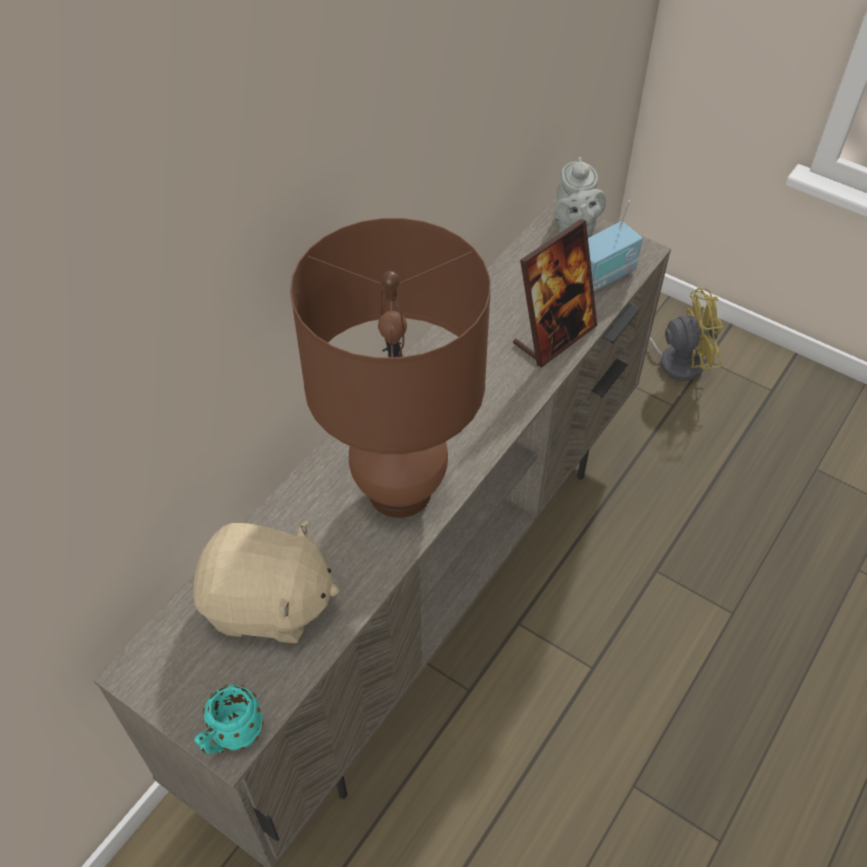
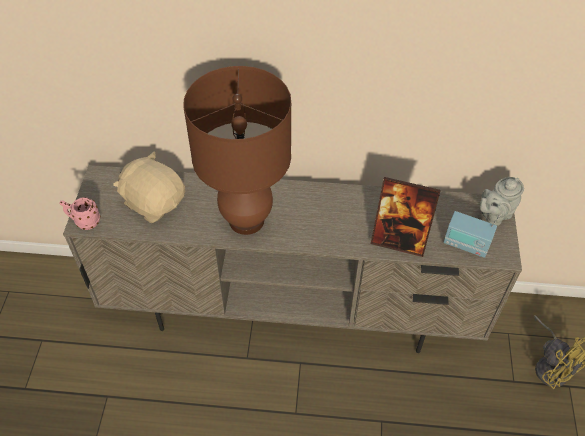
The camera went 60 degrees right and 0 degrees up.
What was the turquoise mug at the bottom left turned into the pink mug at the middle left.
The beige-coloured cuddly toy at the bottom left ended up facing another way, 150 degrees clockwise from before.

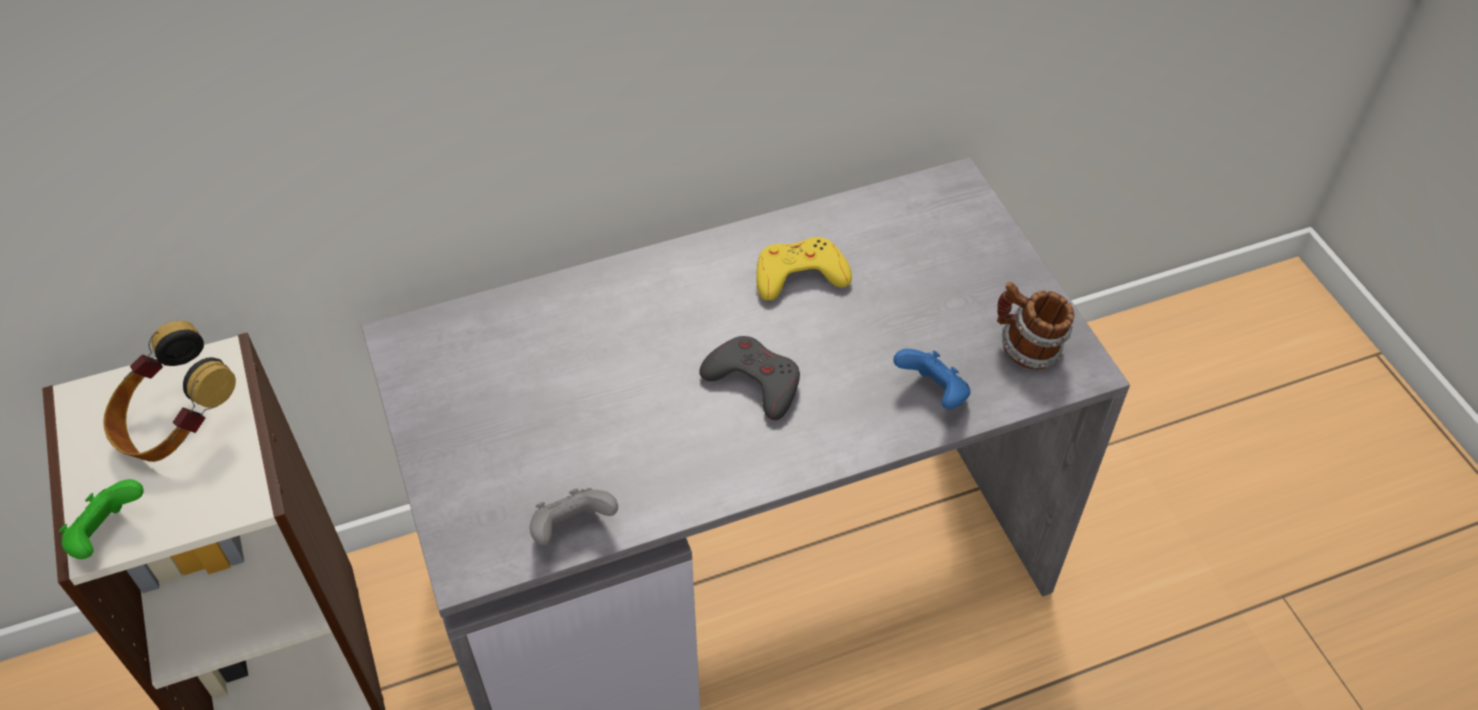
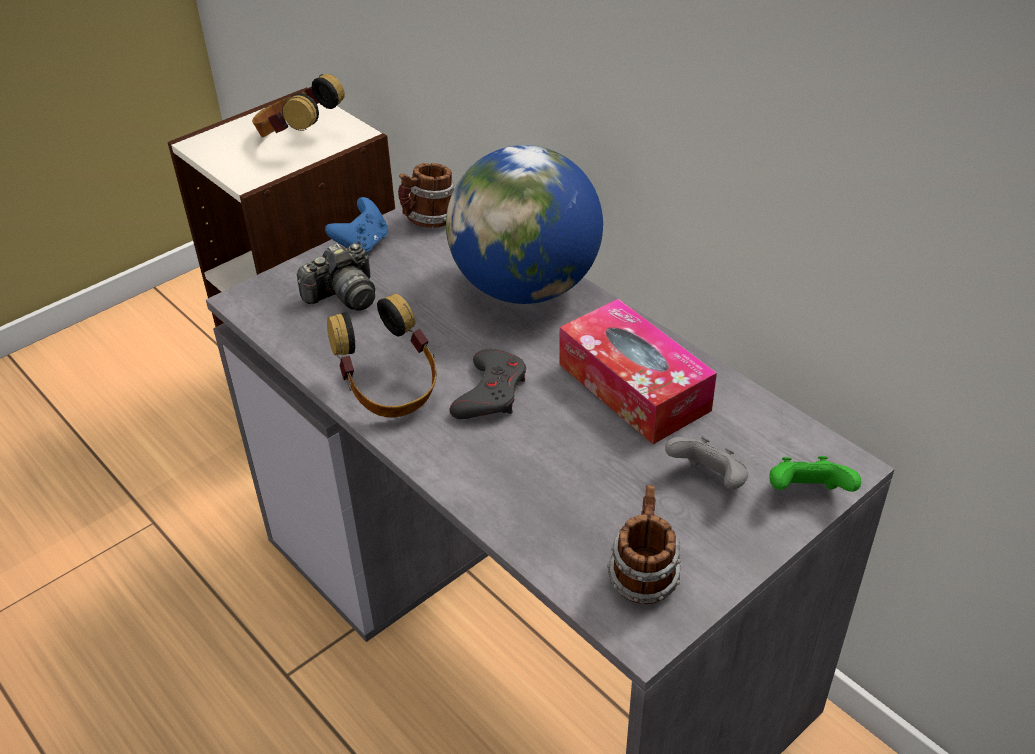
The camera went 70 degrees right and 10 degrees down.
The second view gained the still camera at the middle left.
The blue joypad ended up elsewhere, having gone from the centre to the top centre.
The second view gained the pair of headphones (2nd from left) at the centre.
The second view gained the mug (1st from left) at the top centre.
The second view gained the globe at the top centre.
Where the yellow-coloured joypad stood at the centre, the tissue holder came to stand at the centre.
The gray joypad (1st from left in the first image) ended up elsewhere, having gone from the bottom centre to the middle right.
The greenish joypad ended up elsewhere, having gone from the bottom left to the middle right.

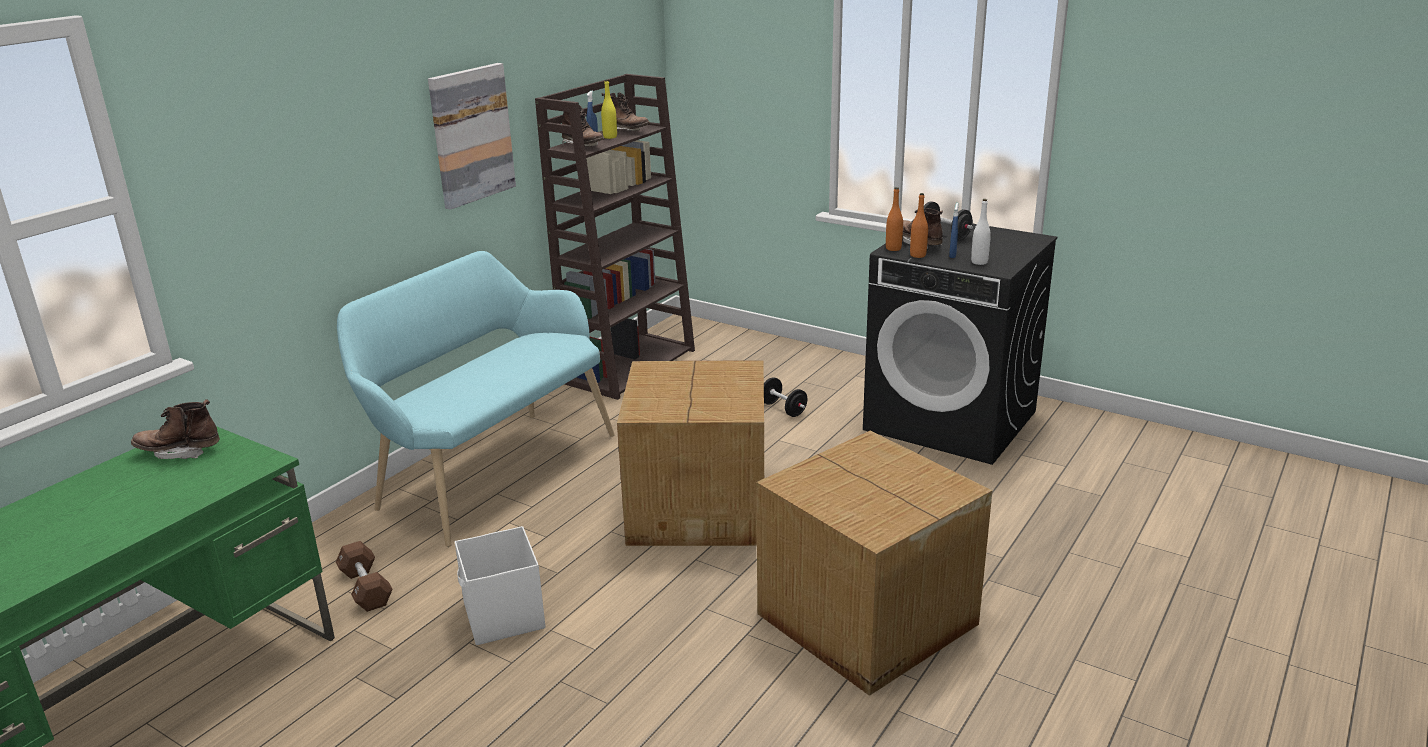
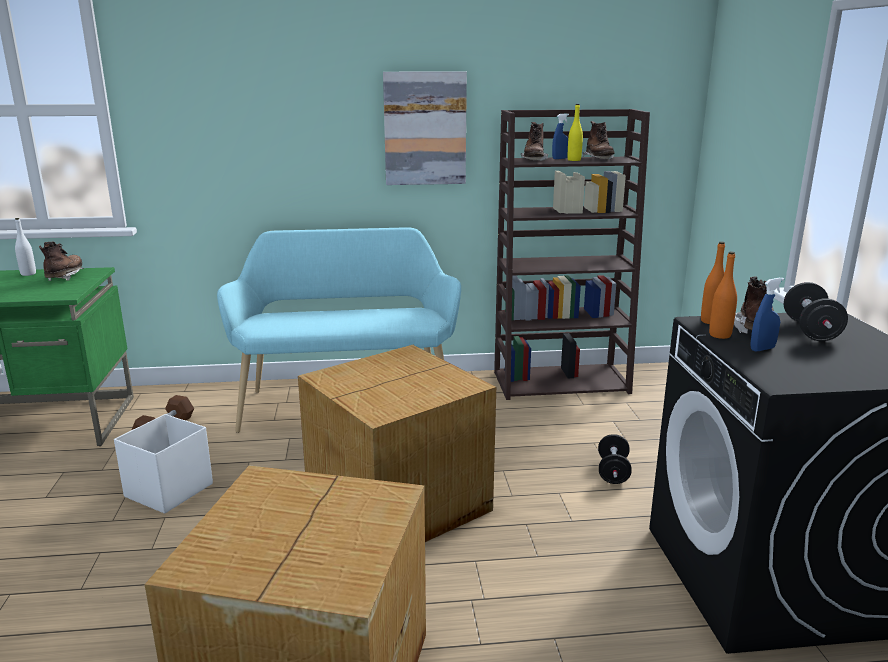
The camera went 50 degrees right and 5 degrees down.
The white-coloured drink bottle ended up elsewhere, having gone from the top right to the middle left.
The brown boot (1st from left) at the middle left ended up facing another way, 45 degrees clockwise from before.

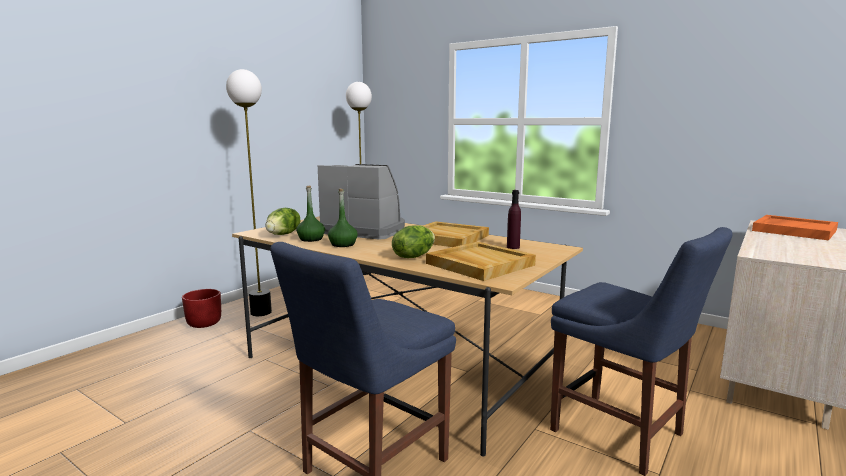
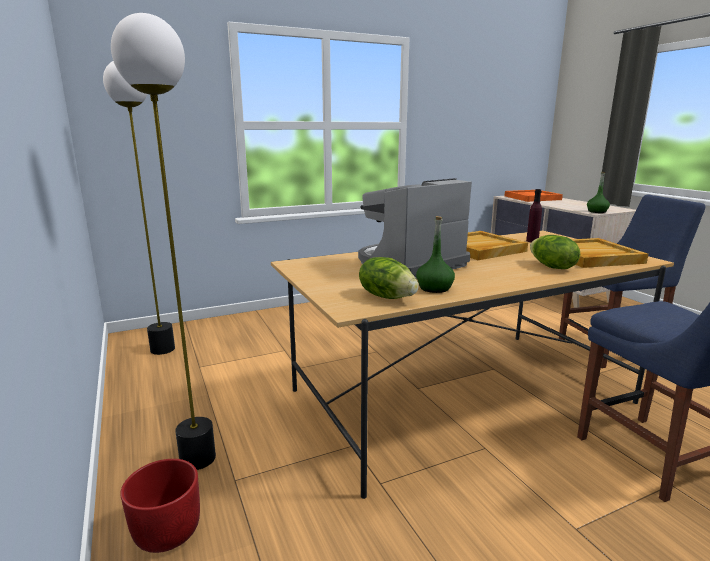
The camera went 60 degrees left and 5 degrees up.
The greenish drink bottle (2nd from left) ended up elsewhere, having gone from the centre to the middle right.

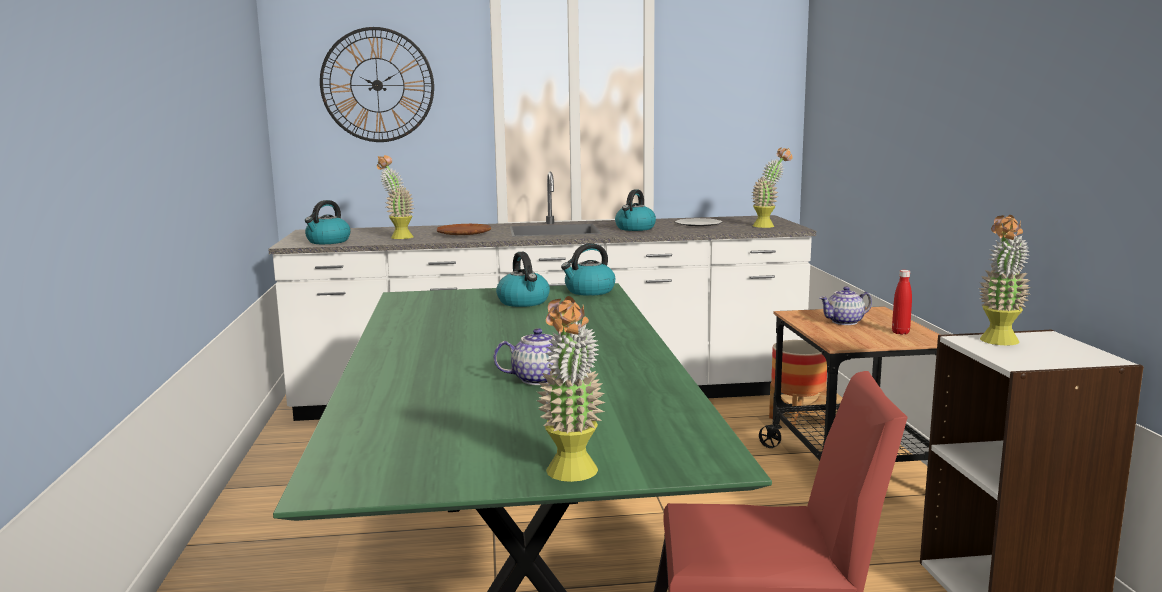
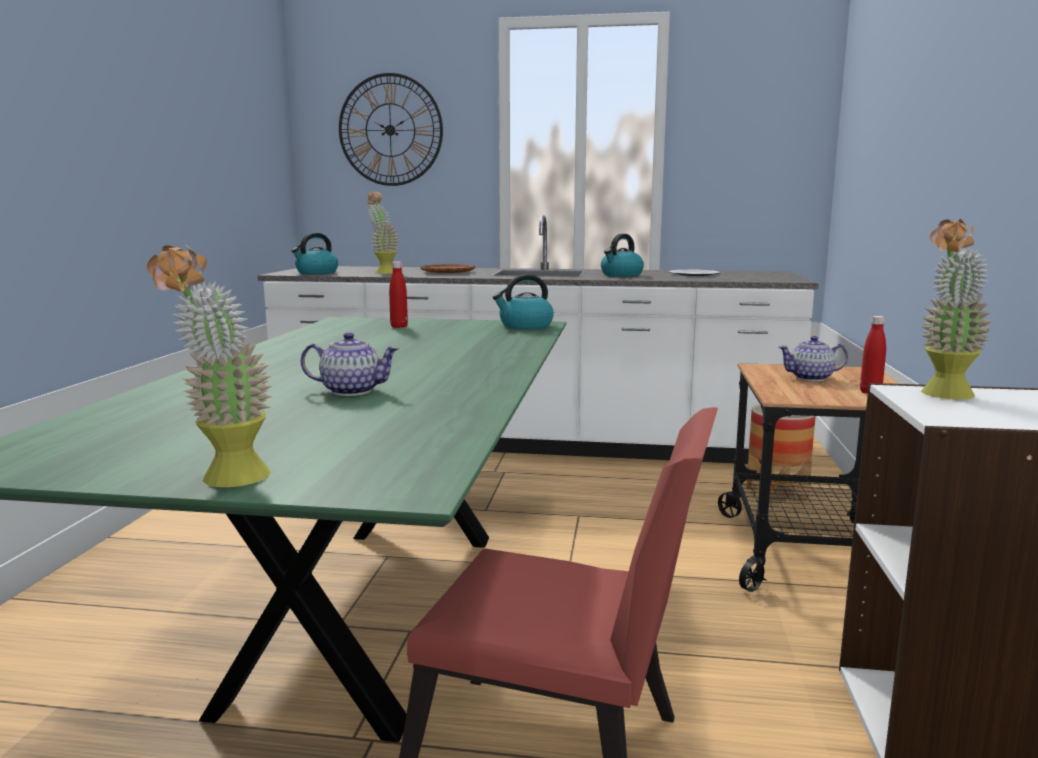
The camera went 15 degrees right and 0 degrees up.
The second view gained the red drink bottle (1st from left) at the centre.
The second view lost the tea kettle (2nd from left) at the centre.
The second view lost the potted plant (3rd from left) at the top centre.

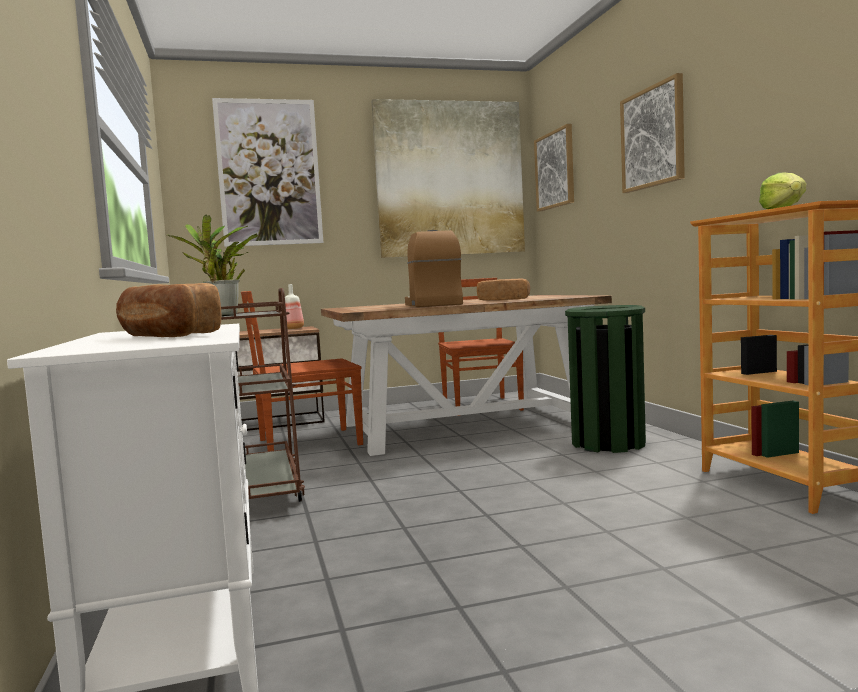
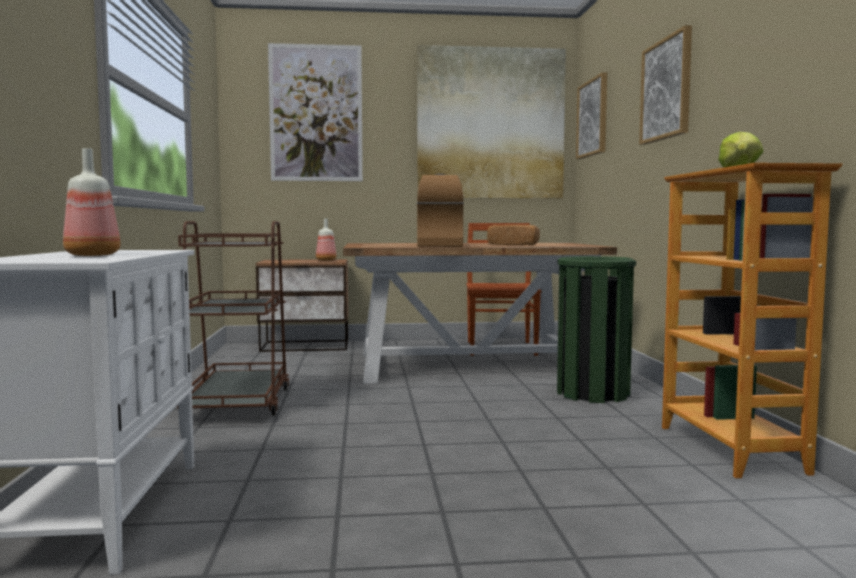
The camera went 10 degrees right and 0 degrees up.
Where the bakery bread (1st from left) stood at the middle left, the drink bottle (1st from left) came to stand at the middle left.
The second view lost the potted plant at the middle left.
The second view lost the brown chair (1st from left) at the centre.

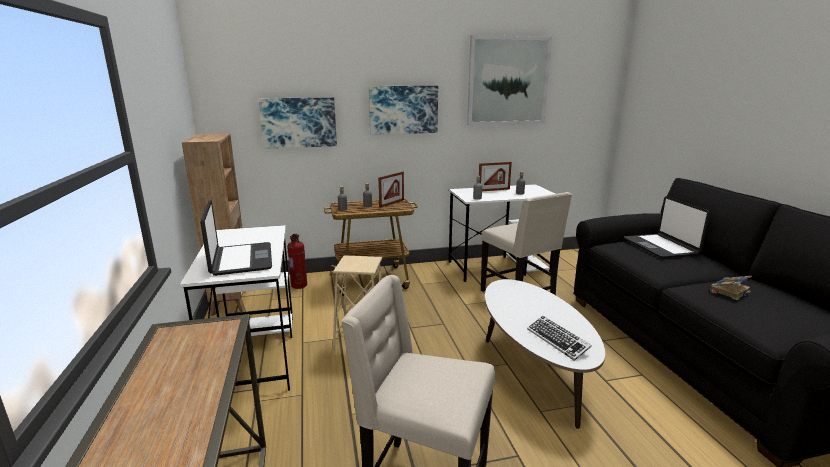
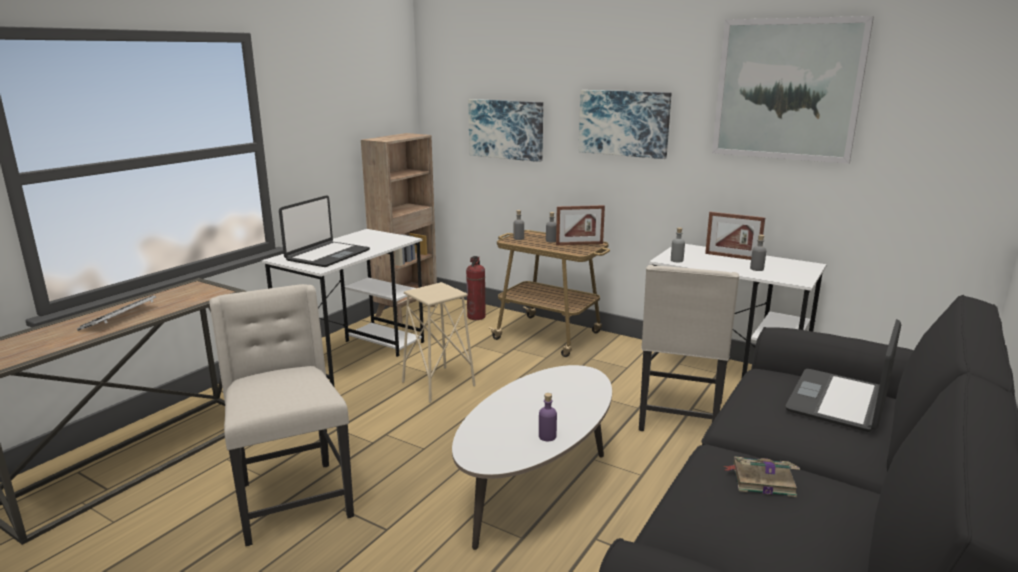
The camera went 45 degrees right and 0 degrees up.
The computer keyboard ended up elsewhere, having gone from the bottom right to the middle left.
The second view gained the purple drink bottle at the bottom centre.

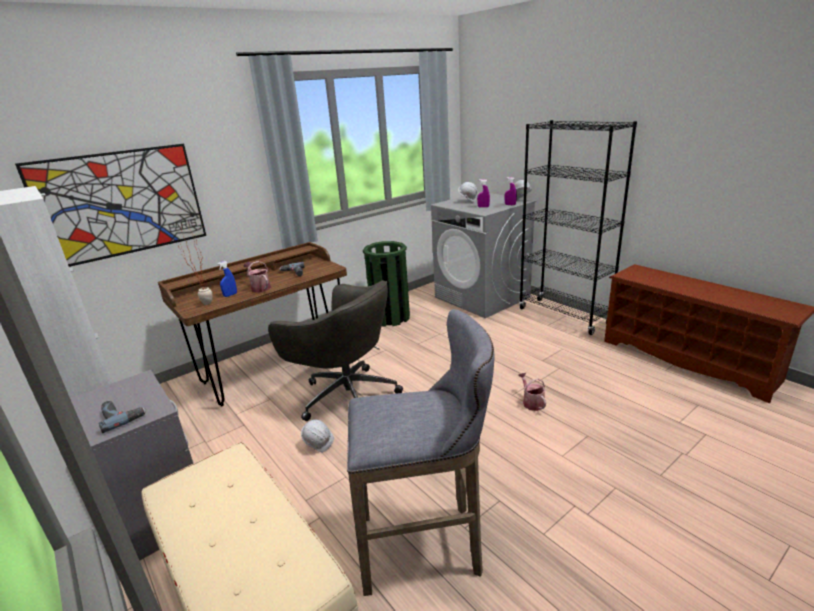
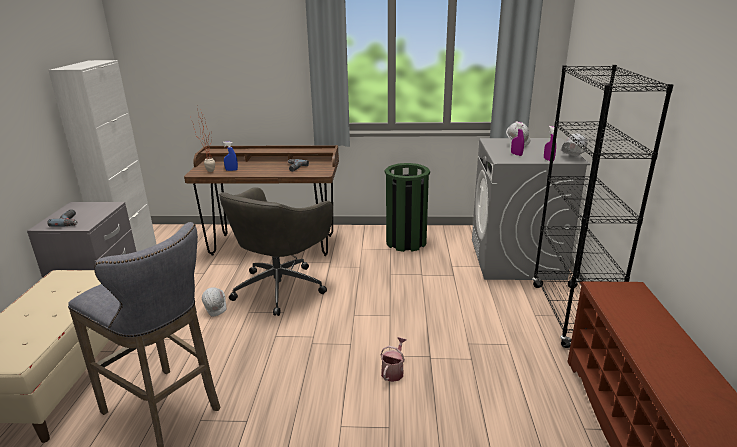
The camera went 40 degrees right and 0 degrees up.
The gray office chair at the centre ended up facing another way, 45 degrees clockwise from before.
The second view lost the picture at the middle left.
The second view lost the sprinkling can (1st from left) at the middle left.

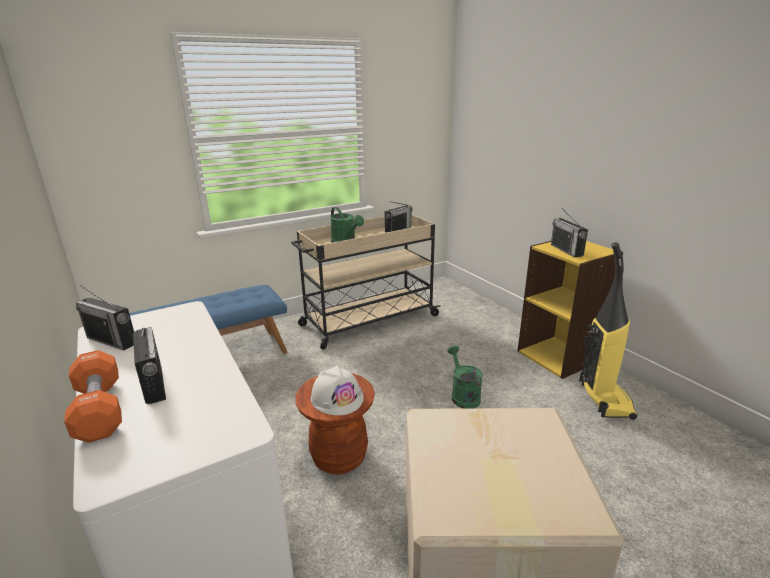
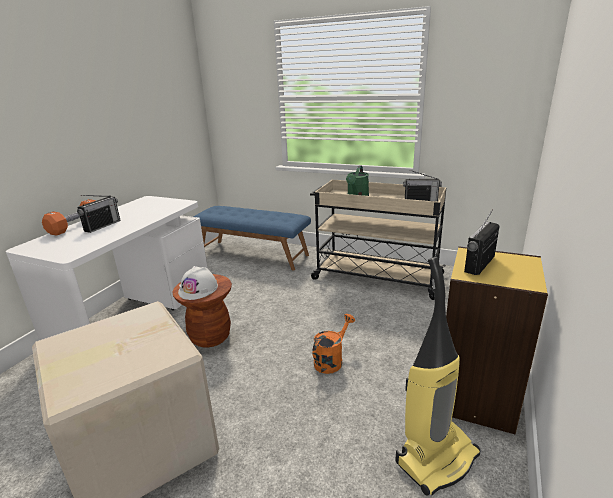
The camera went 55 degrees right and 0 degrees up.
What was the greenish sprinkling can (2nd from left) at the centre turned into the orange sprinkling can at the bottom centre.
The second view lost the radio receiver (1st from left) at the middle left.

